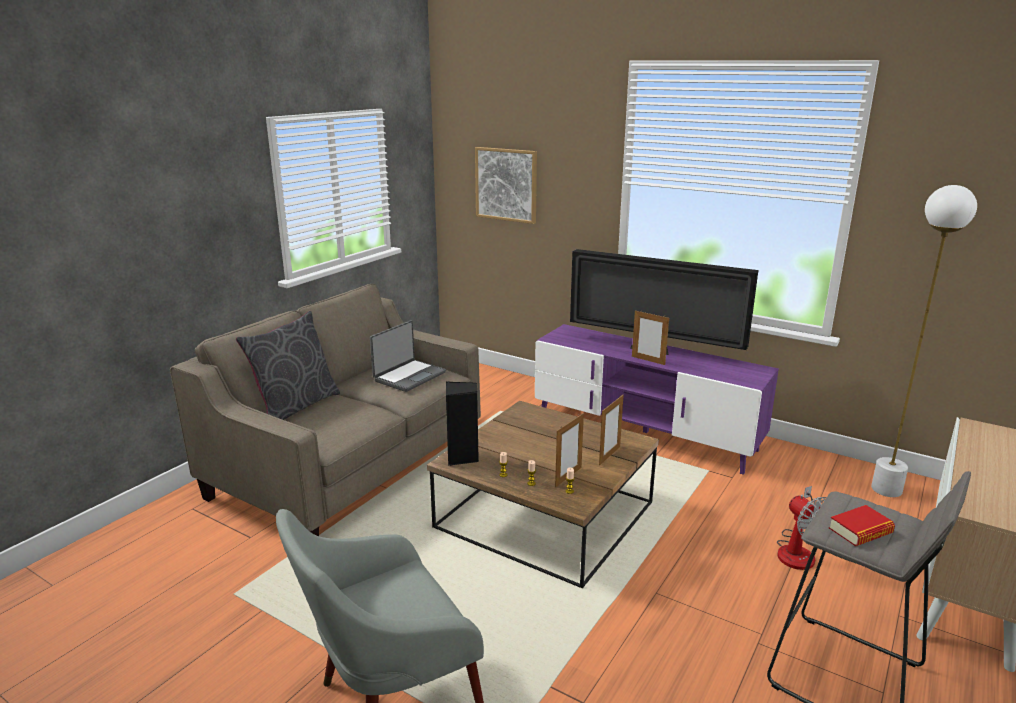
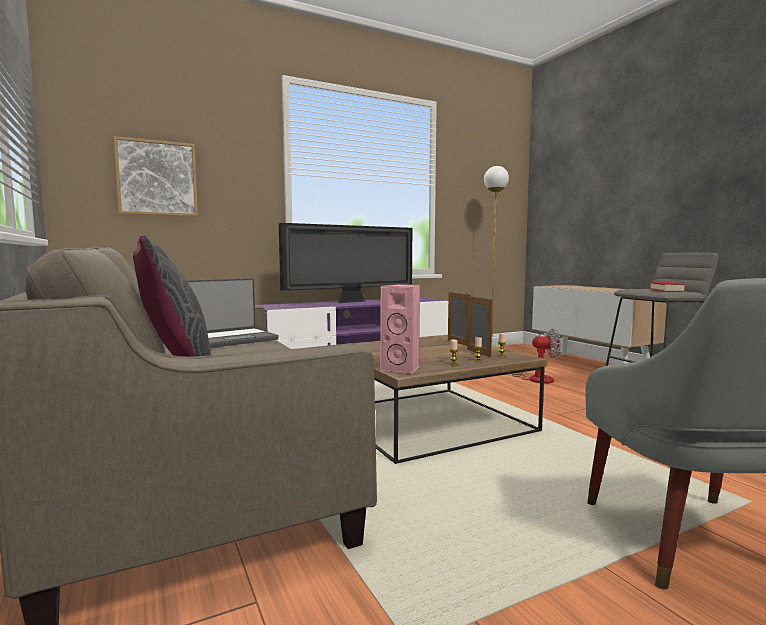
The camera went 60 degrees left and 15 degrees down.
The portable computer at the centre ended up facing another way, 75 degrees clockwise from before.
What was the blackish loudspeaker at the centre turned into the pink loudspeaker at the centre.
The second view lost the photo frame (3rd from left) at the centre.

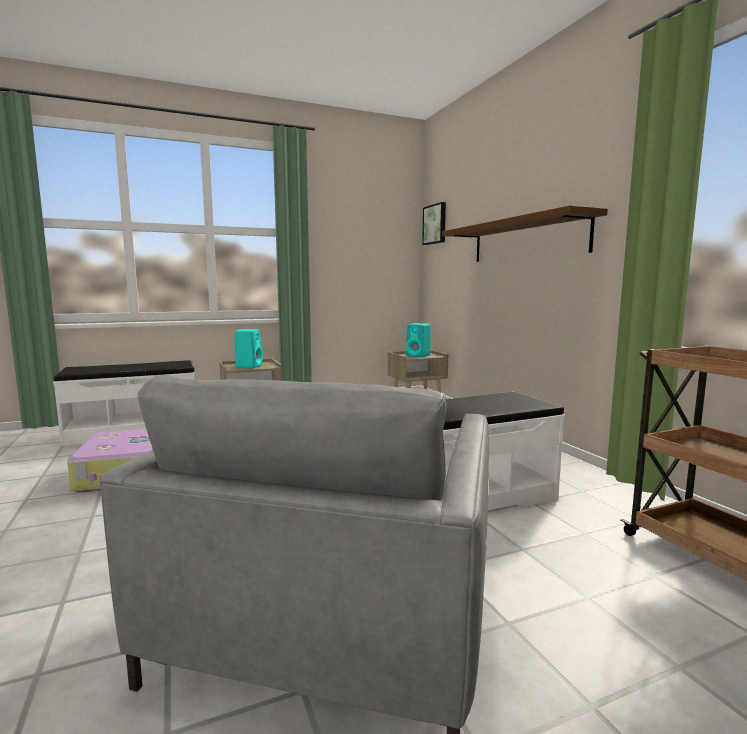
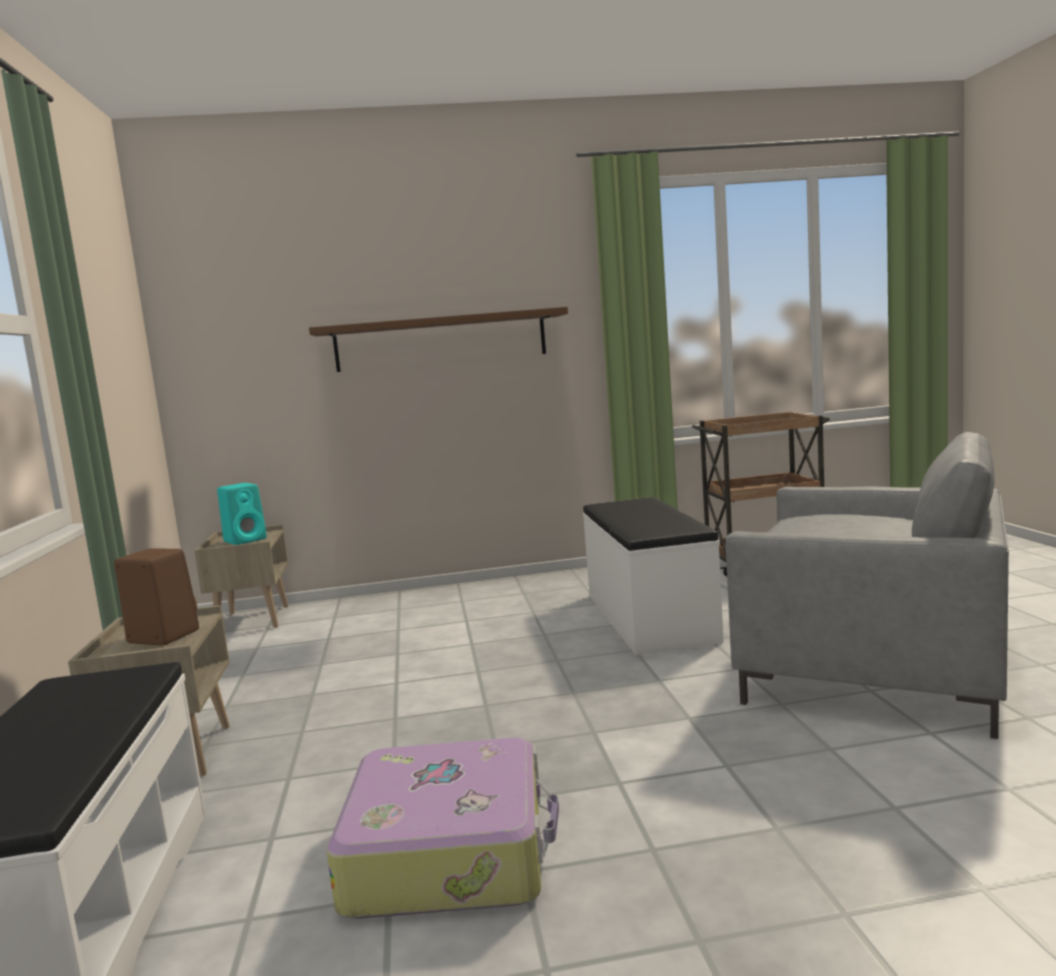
The camera went 75 degrees left and 0 degrees up.
What was the turquoise loudspeaker (1st from left) at the middle left turned into the brown loudspeaker at the middle left.
The second view lost the picture at the top centre.

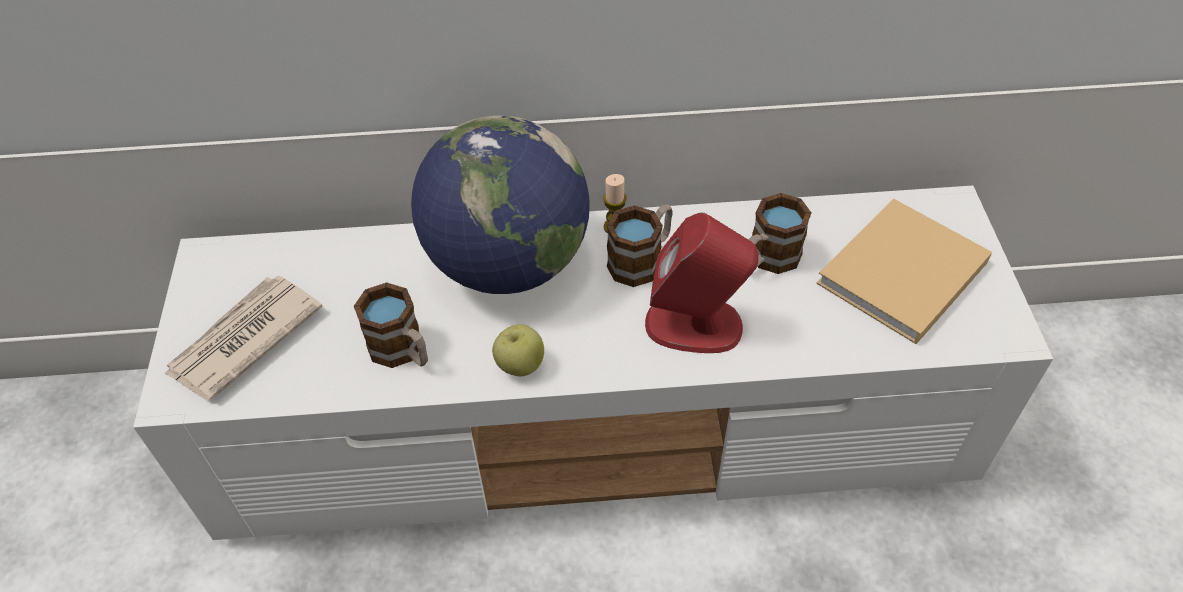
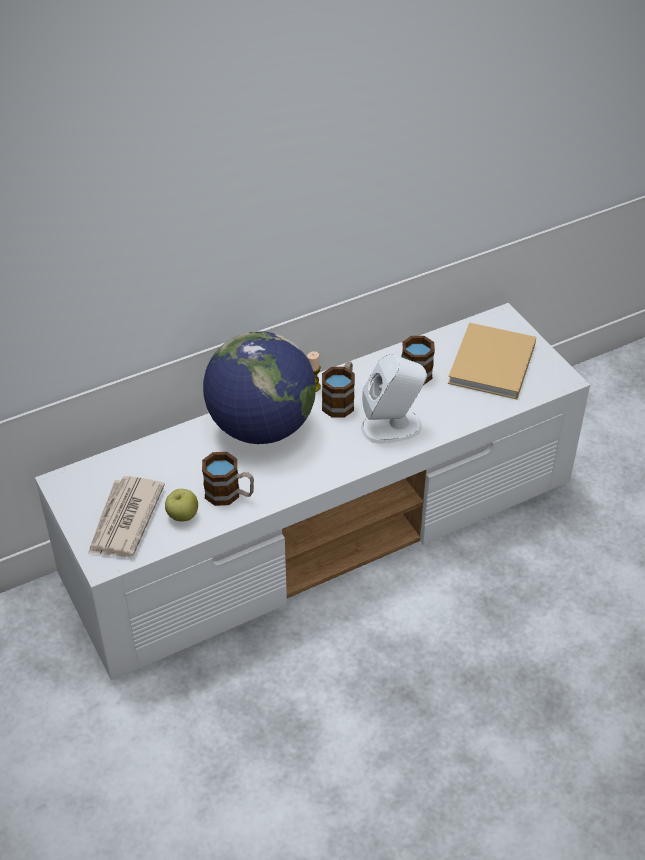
The camera went 25 degrees left and 5 degrees down.
The apple ended up elsewhere, having gone from the centre to the middle left.
What was the red loudspeaker at the centre turned into the white-coloured loudspeaker at the centre.

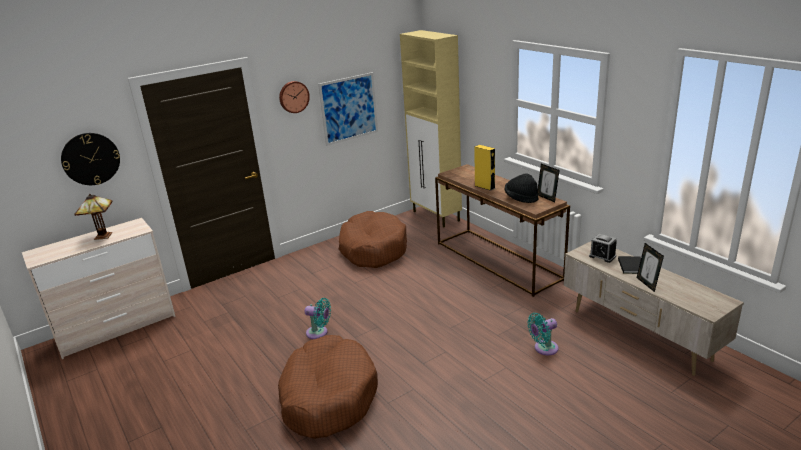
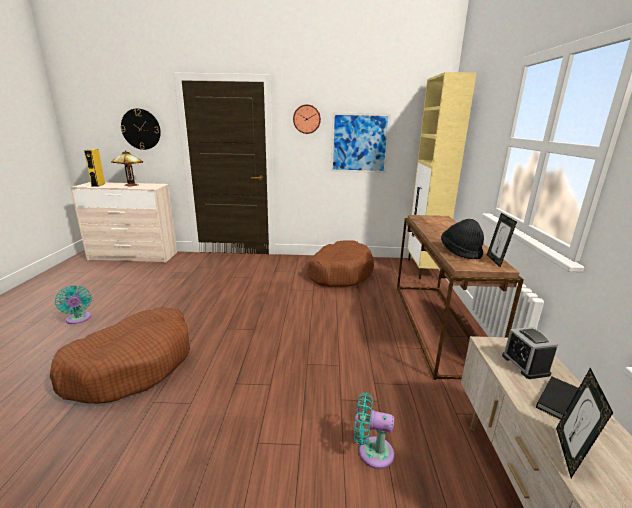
The camera went 35 degrees right and 5 degrees down.
The turquoise cooling fan (1st from left) ended up elsewhere, having gone from the bottom centre to the middle left.
The yellow-coloured loudspeaker ended up elsewhere, having gone from the centre to the top left.

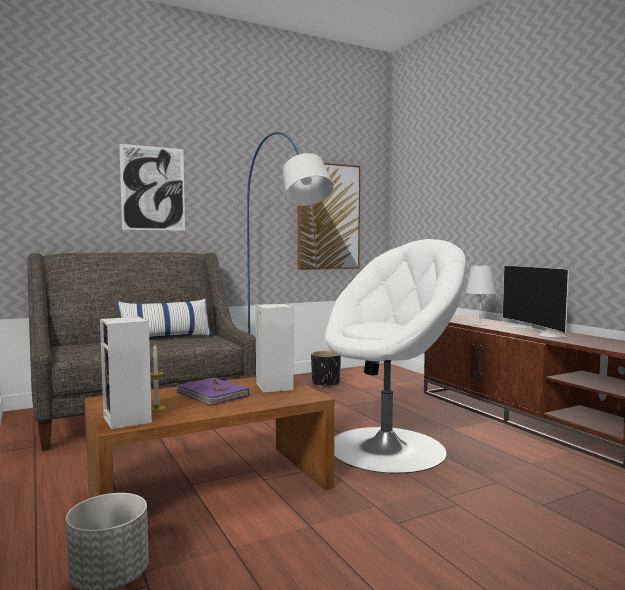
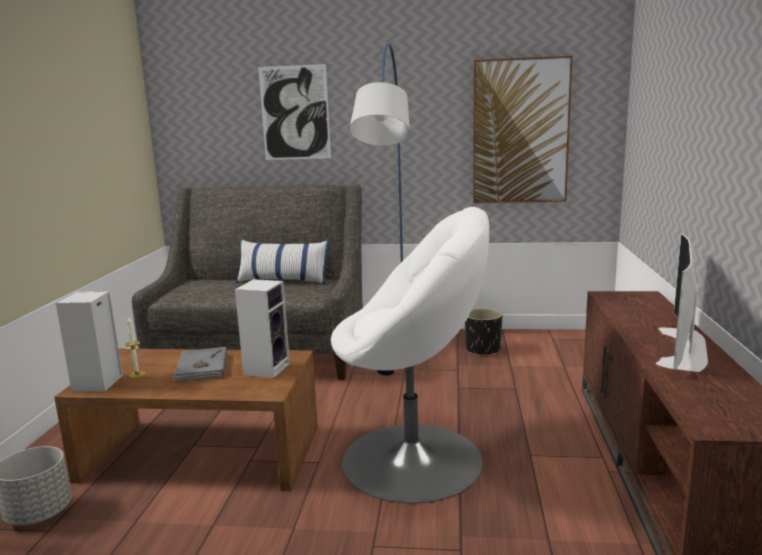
The camera went 35 degrees right and 10 degrees up.
What was the purple bound book at the centre turned into the gray bound book at the middle left.
The second view lost the white-coloured table lamp at the middle right.

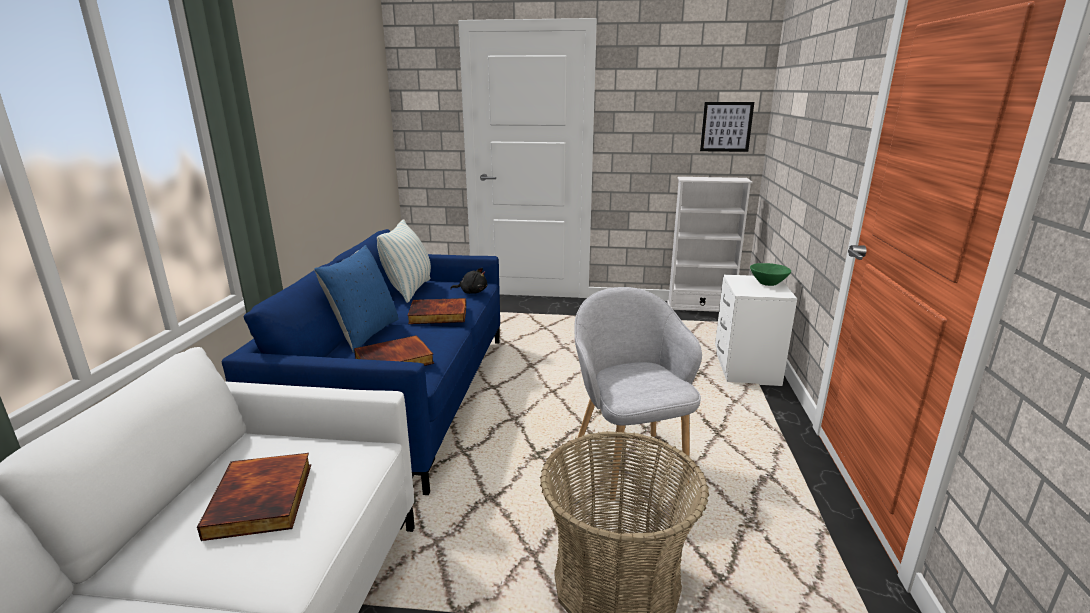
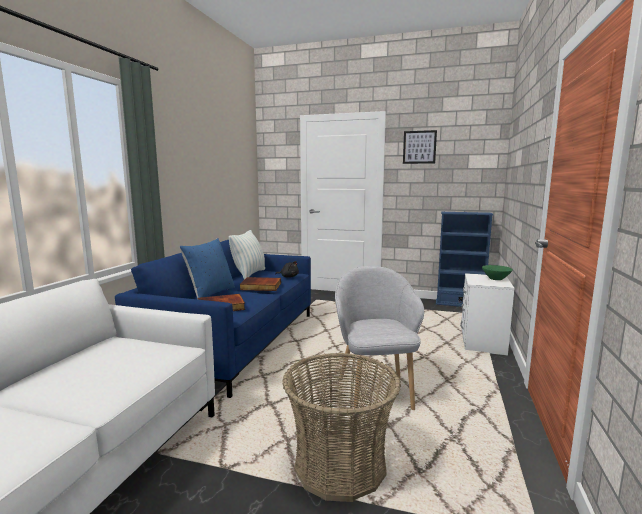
The camera went 10 degrees right and 10 degrees down.
The picture ended up elsewhere, having gone from the top right to the top centre.
What was the white-coloured bookcase at the centre turned into the blue bookcase at the middle right.
The second view lost the bound book (1st from left) at the bottom left.

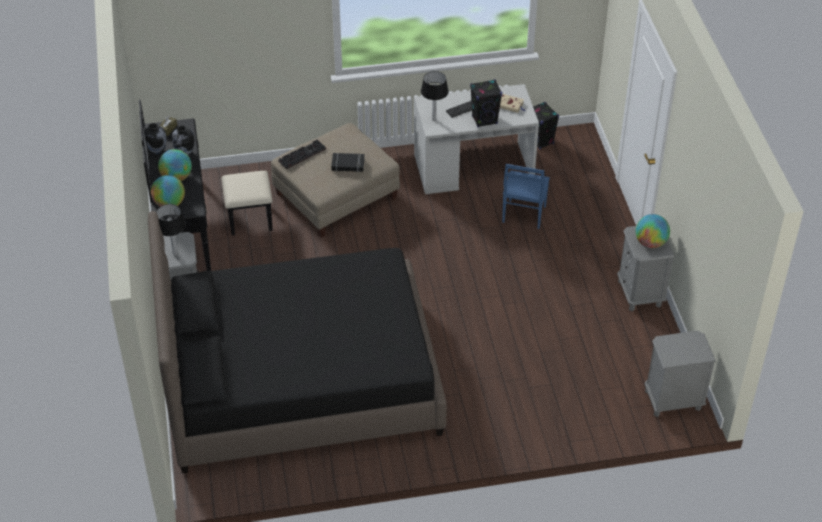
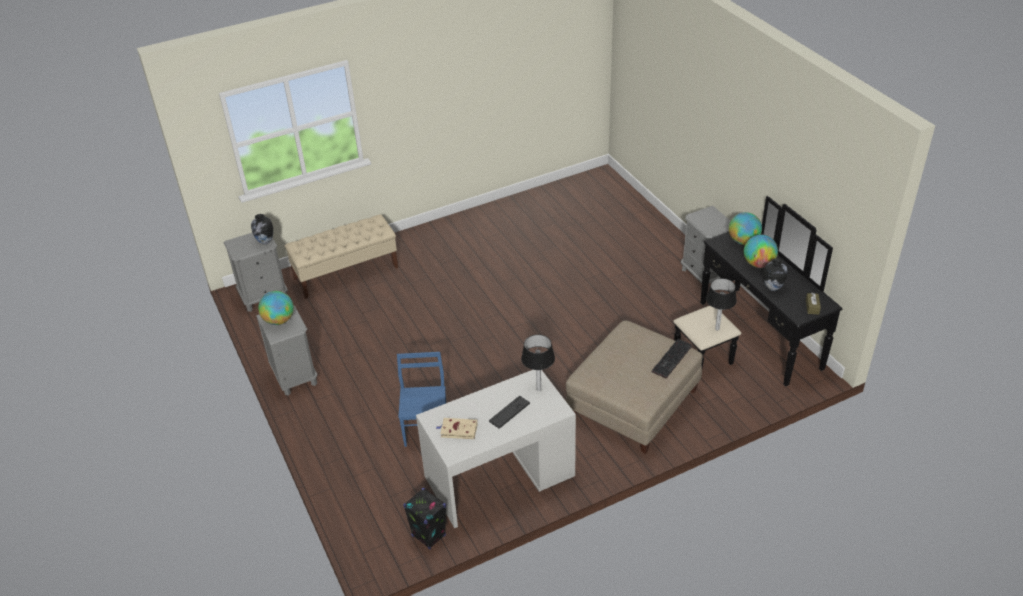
The camera went 165 degrees right and 5 degrees down.
The vase (1st from left) ended up elsewhere, having gone from the top left to the middle left.
The second view gained the beige-coloured long seat at the centre.
The table lamp (1st from left in the first image) ended up elsewhere, having gone from the middle left to the middle right.
The second view lost the blackish sleeping bed at the centre.
The second view lost the blackish bound book at the top centre.
The second view lost the blackish loudspeaker (1st from left) at the top centre.

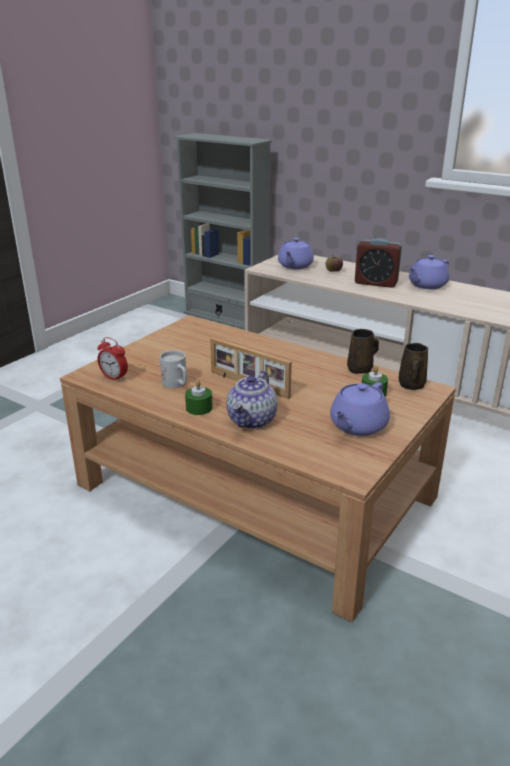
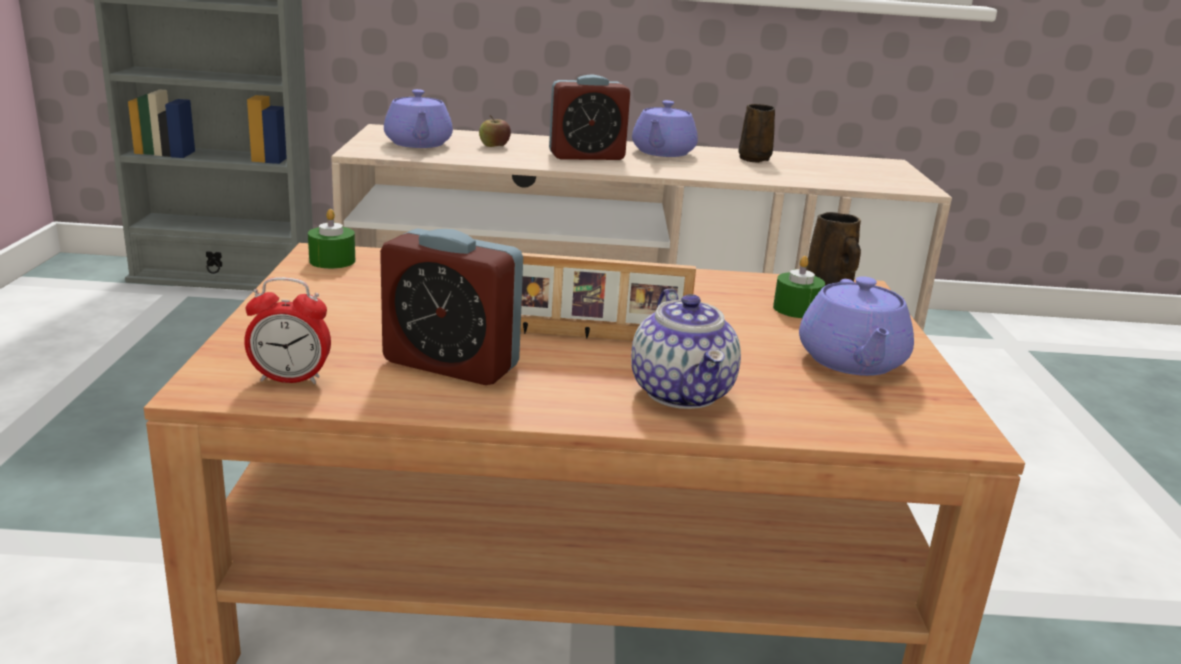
The camera went 35 degrees left and 5 degrees down.
The greenish candle (1st from left) ended up elsewhere, having gone from the centre to the middle left.
Where the white-coloured mug stood at the centre, the table clock (2nd from left) came to stand at the centre.
The brown mug (1st from left) ended up elsewhere, having gone from the middle right to the top centre.

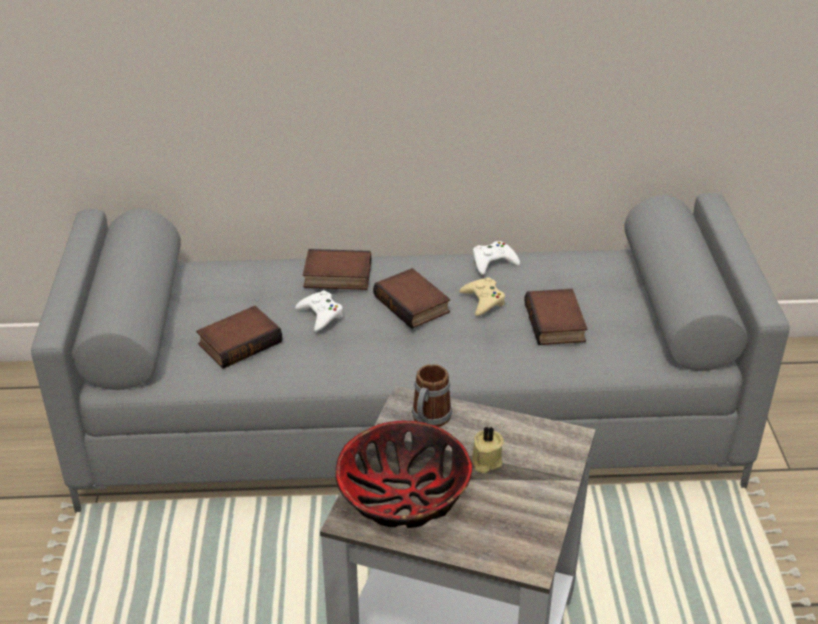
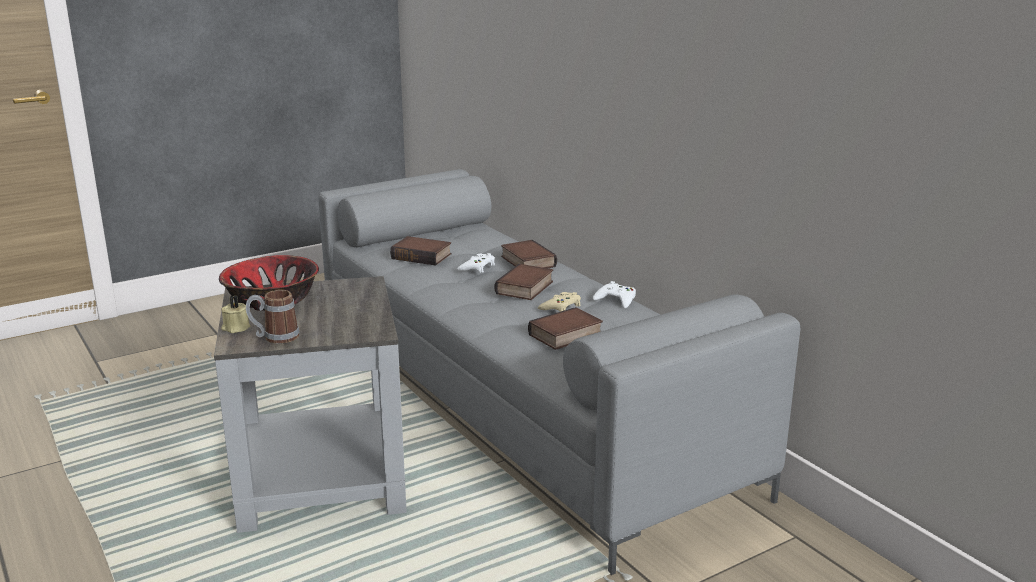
The camera went 60 degrees right and 15 degrees down.
The beige-coloured candle ended up elsewhere, having gone from the bottom centre to the middle left.
The mug ended up elsewhere, having gone from the centre to the middle left.

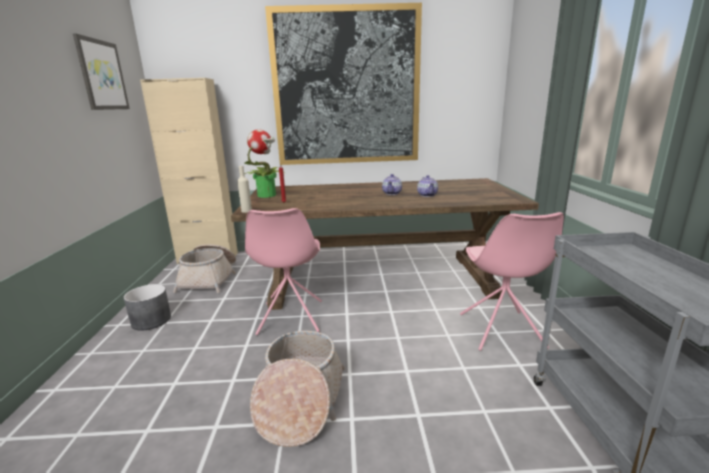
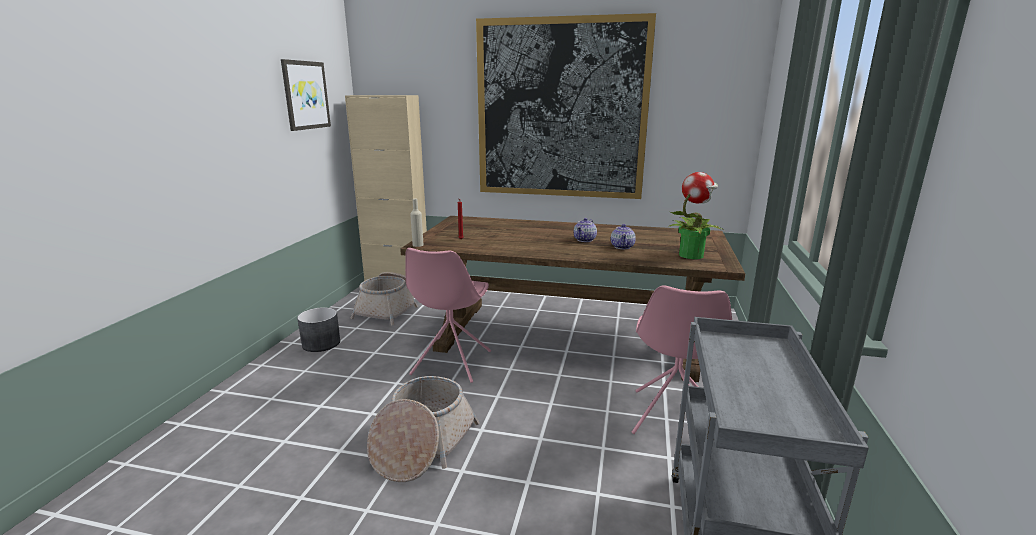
The camera went 15 degrees right and 0 degrees up.
The potted plant ended up elsewhere, having gone from the centre to the middle right.

